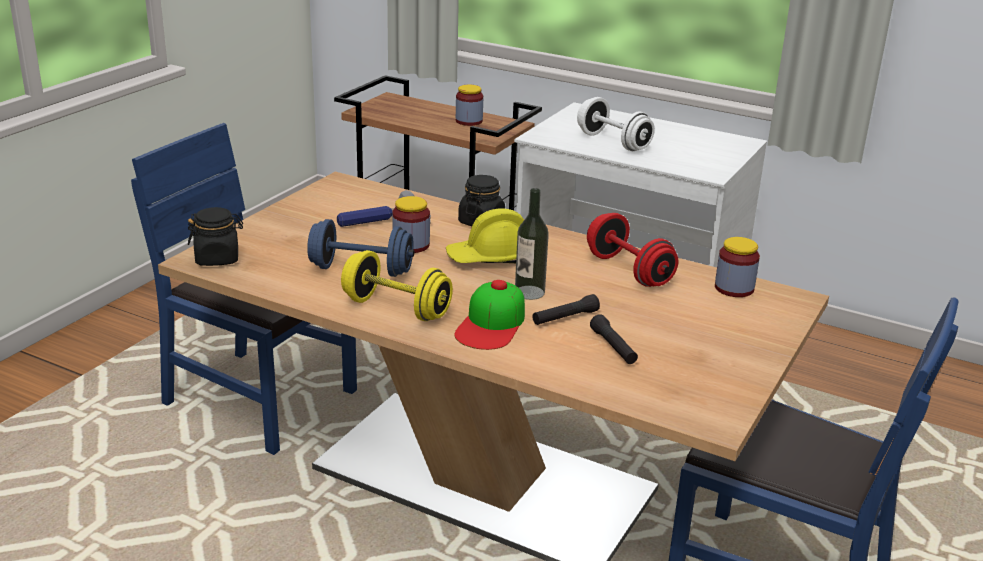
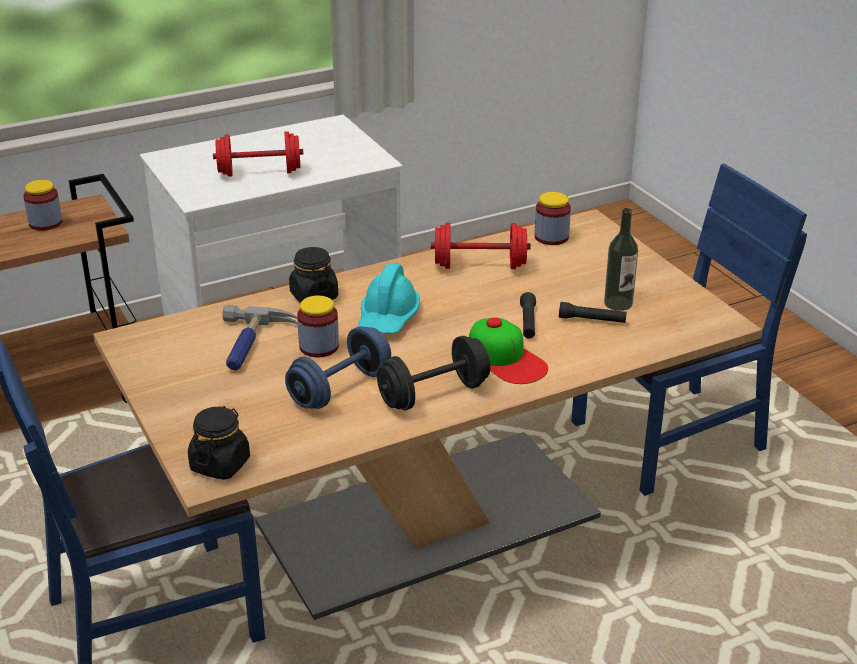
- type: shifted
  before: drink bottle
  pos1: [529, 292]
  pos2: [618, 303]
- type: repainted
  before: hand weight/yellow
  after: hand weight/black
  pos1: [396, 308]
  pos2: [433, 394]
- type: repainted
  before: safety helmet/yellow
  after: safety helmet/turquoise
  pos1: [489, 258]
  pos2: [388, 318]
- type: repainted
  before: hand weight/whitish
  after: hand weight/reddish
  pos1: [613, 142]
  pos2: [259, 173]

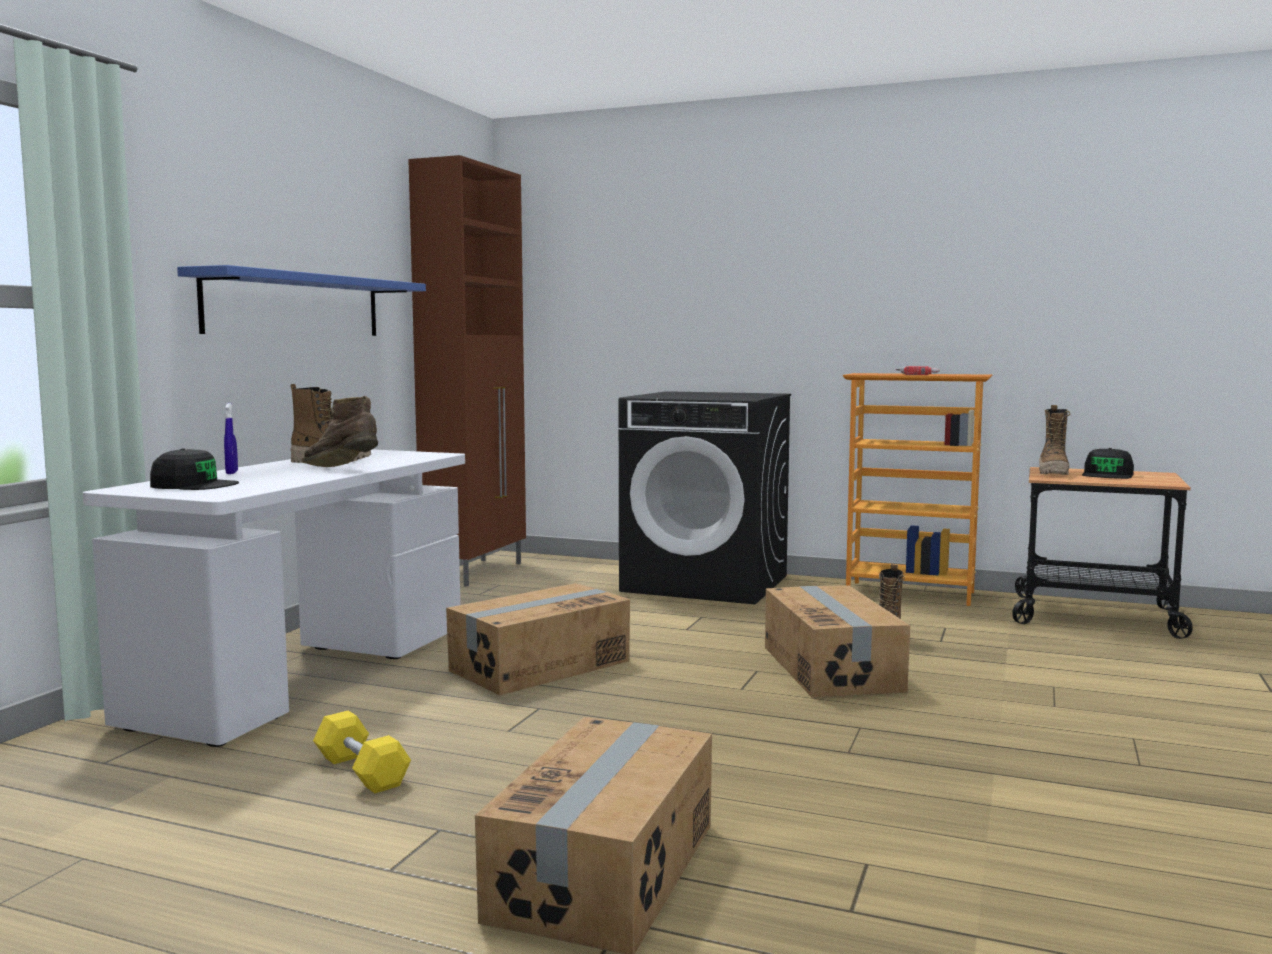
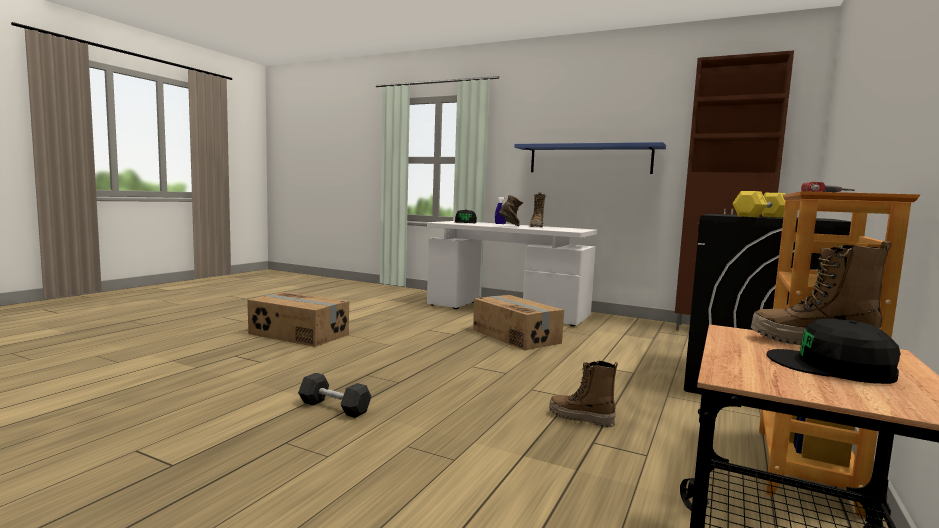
- type: gone
  before: packing box
  pos1: [832, 668]
- type: new
  after: hand weight/grey
  pos2: [334, 407]
- type: shifted
  before: hand weight/yellow
  pos1: [361, 771]
  pos2: [760, 216]

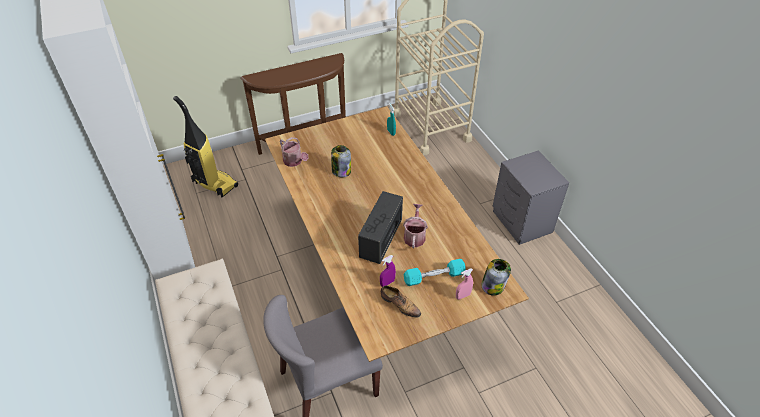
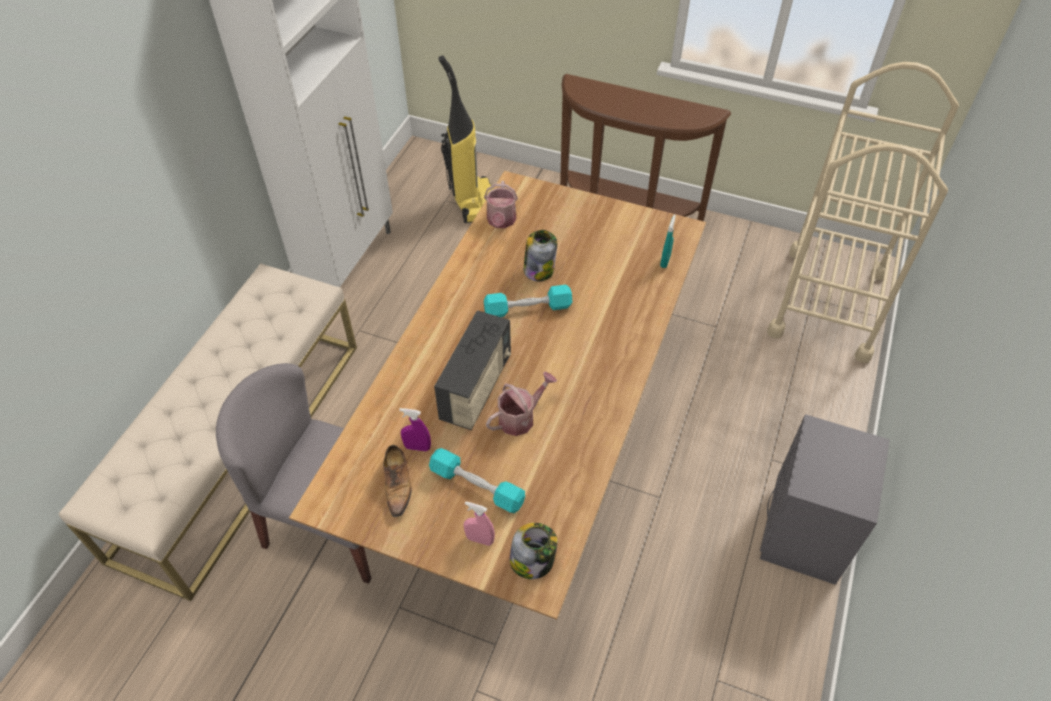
- type: new
  after: hand weight/turquoise
  pos2: [527, 309]
- type: rotated
  before: radio set
  pos1: [380, 239]
  pos2: [477, 388]
  turn: 135

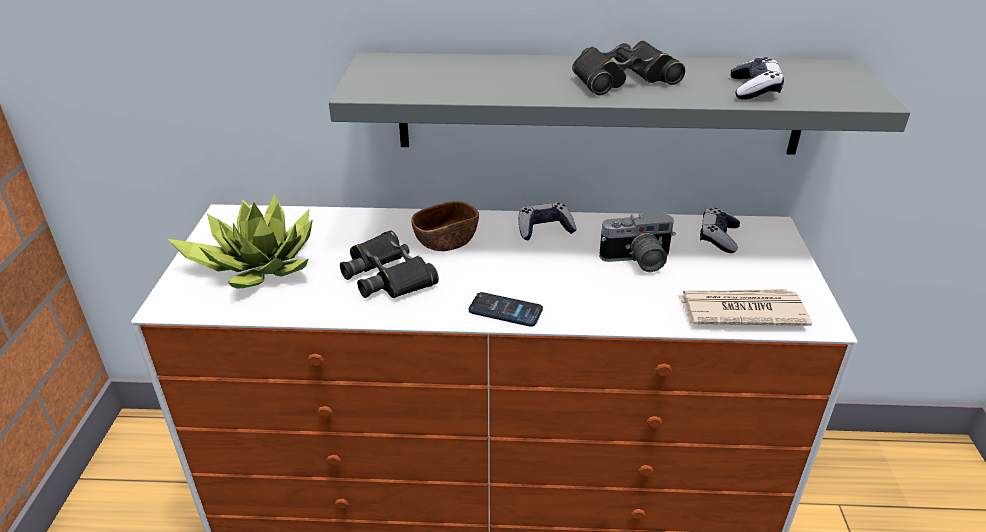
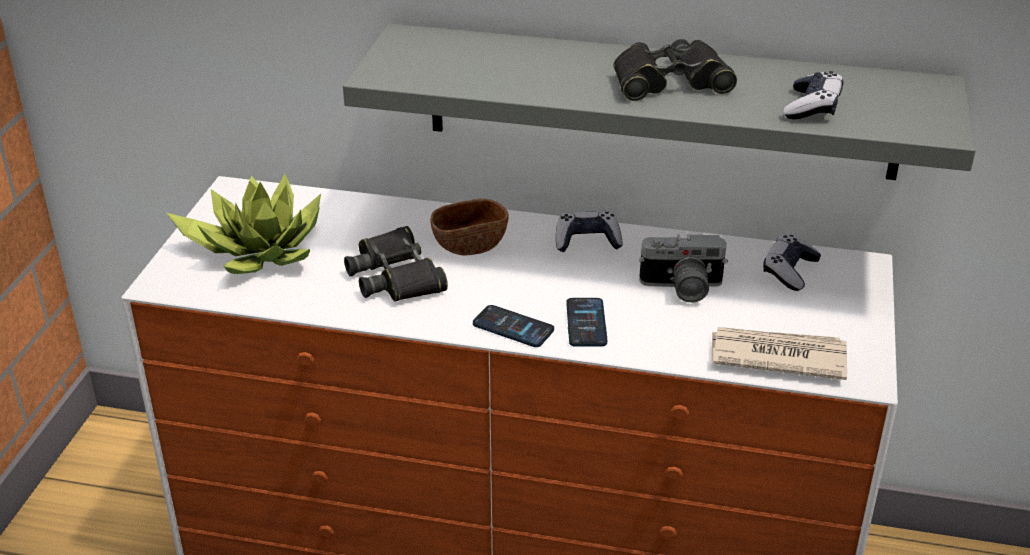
- type: new
  after: handset
  pos2: [586, 323]

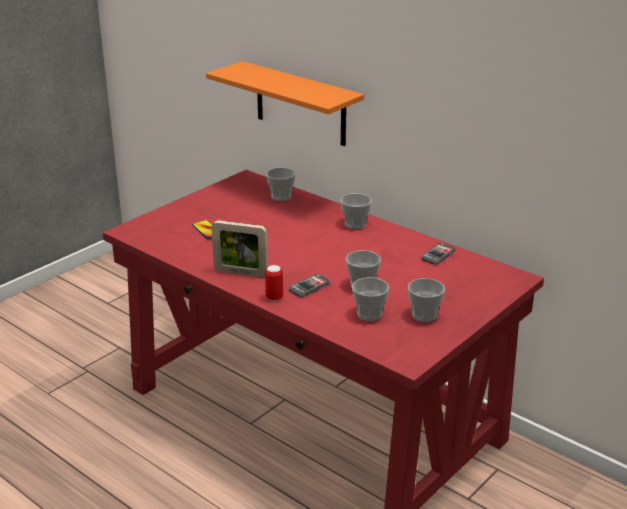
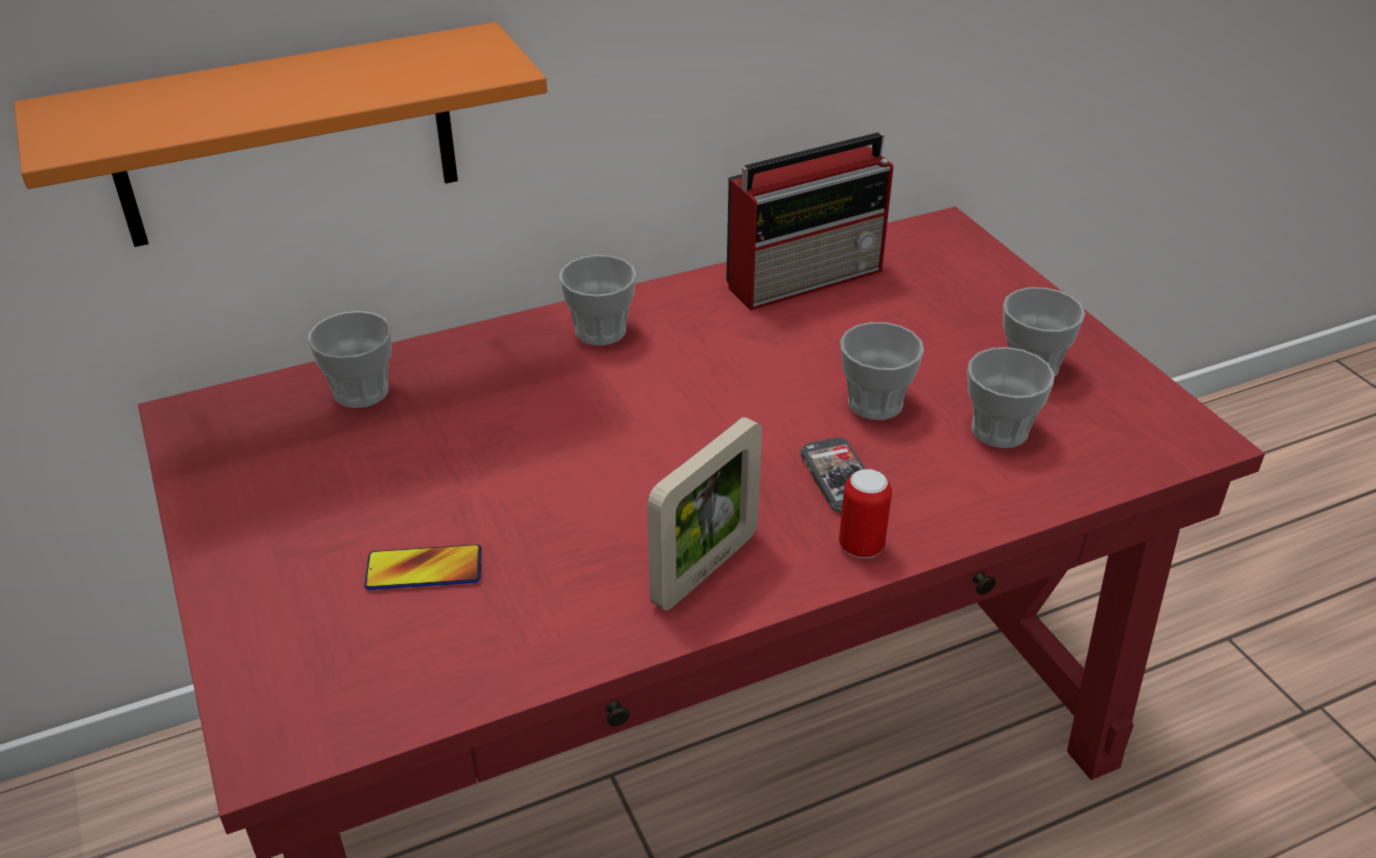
- type: swapped
  before: handset
  after: radio set
  pos1: [438, 255]
  pos2: [807, 277]

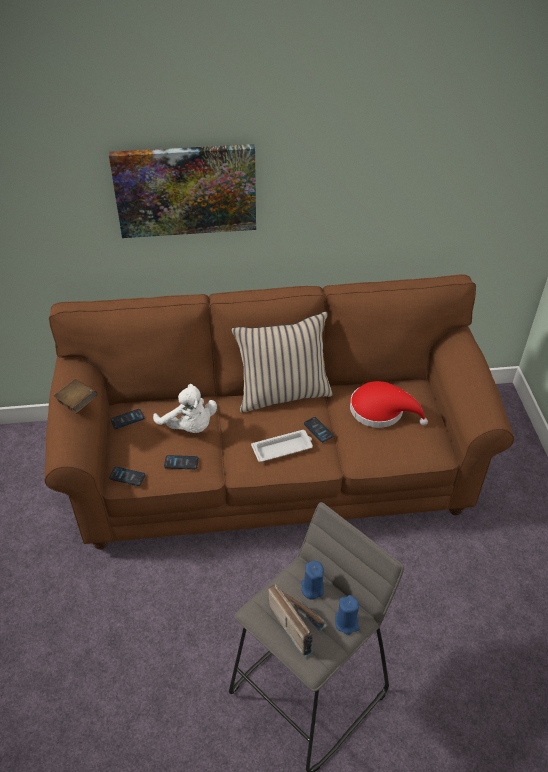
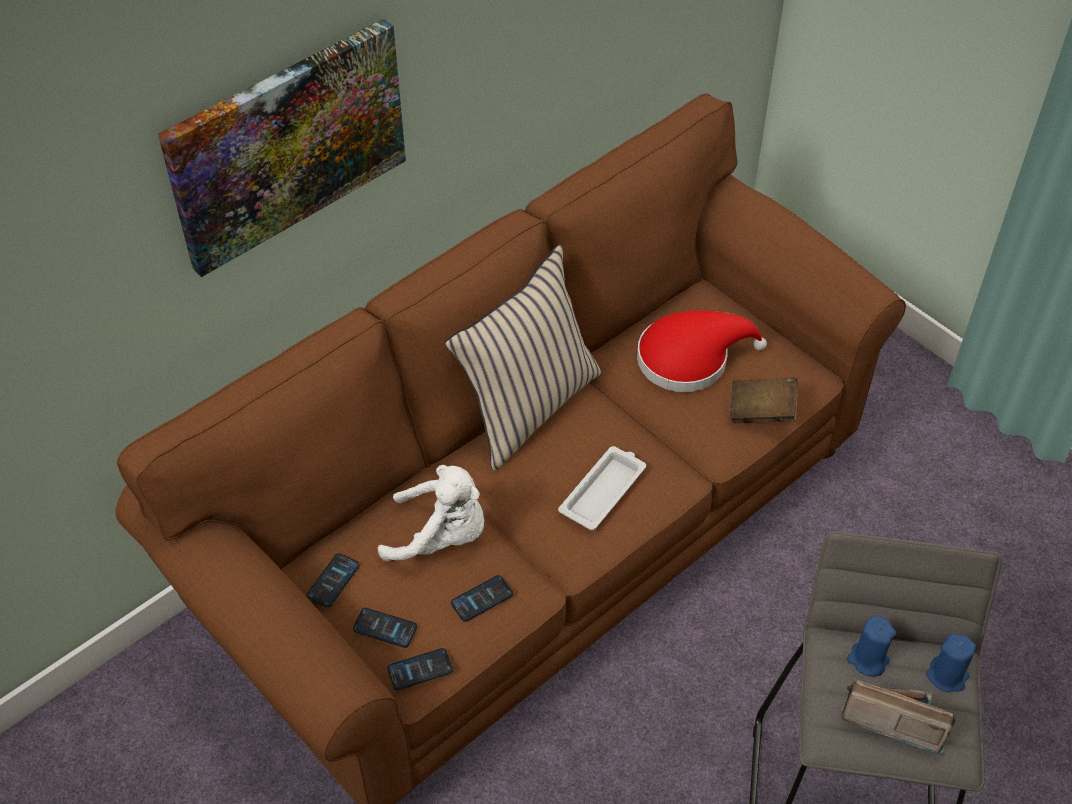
- type: shifted
  before: volume/brownish
  pos1: [77, 403]
  pos2: [761, 411]
- type: shifted
  before: handset
  pos1: [318, 430]
  pos2: [385, 628]

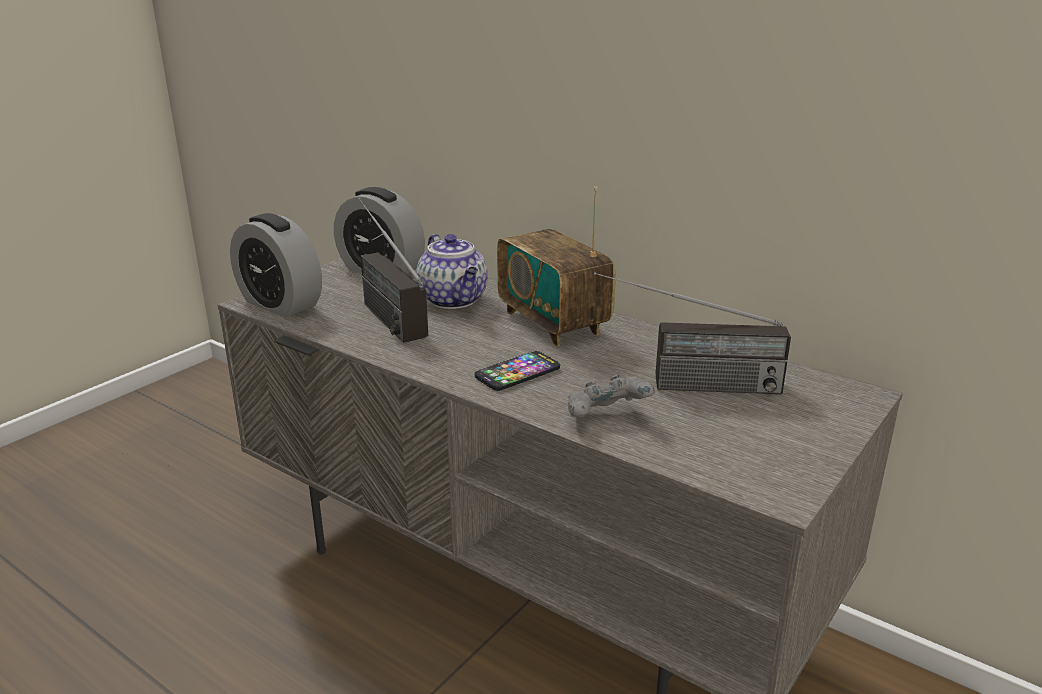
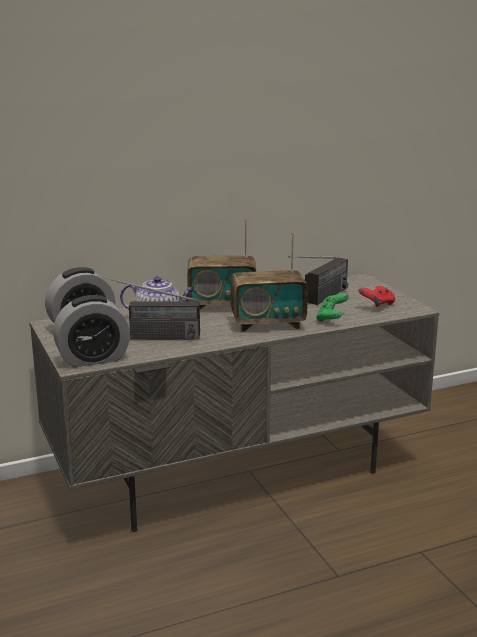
- type: new
  after: game controller/reddish
  pos2: [377, 305]
- type: swapped
  before: handset
  after: radio set
  pos1: [517, 372]
  pos2: [268, 324]
- type: repainted
  before: game controller/grey
  after: game controller/greenish
  pos1: [607, 418]
  pos2: [332, 318]

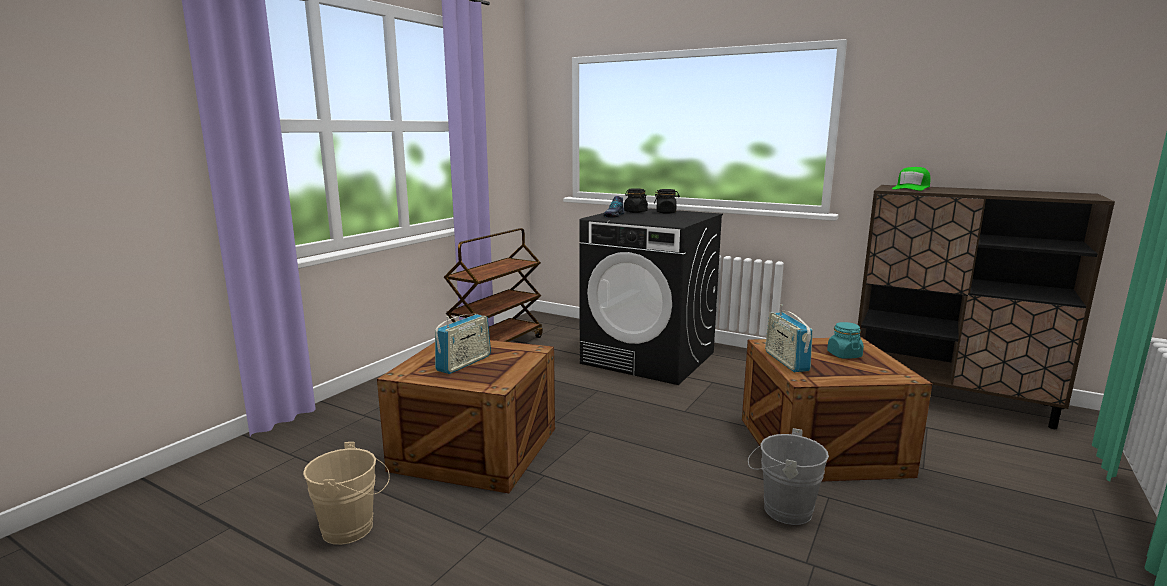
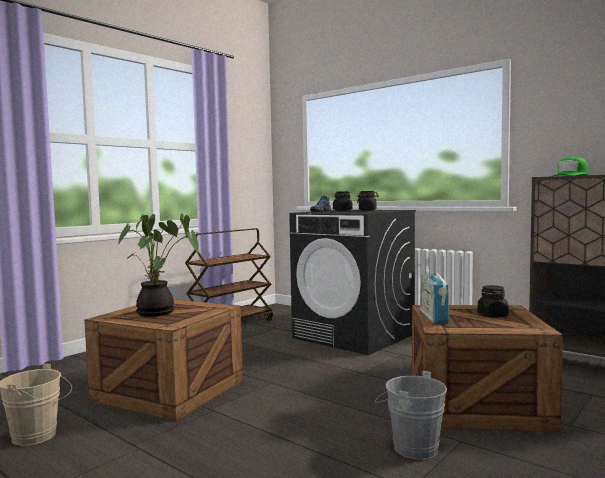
- type: swapped
  before: radio set
  after: plant in a pot
  pos1: [464, 363]
  pos2: [159, 313]
- type: repainted
  before: storage jar/turquoise
  after: storage jar/black
  pos1: [844, 355]
  pos2: [492, 315]

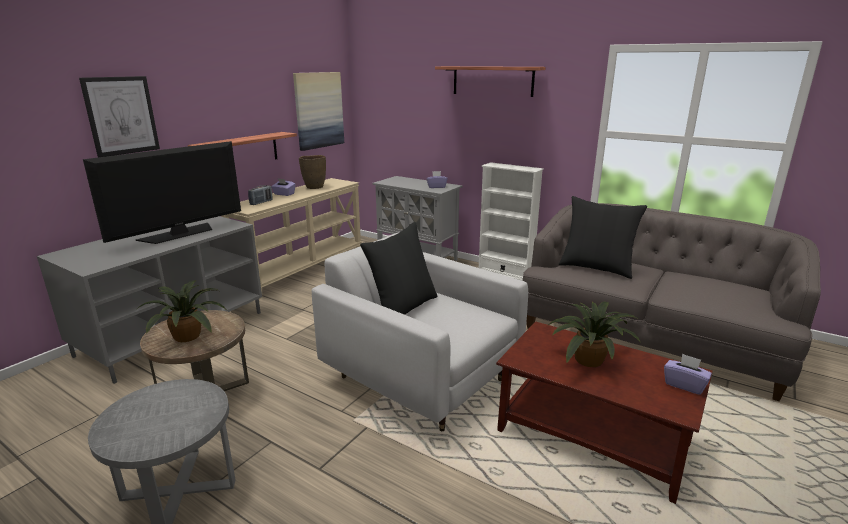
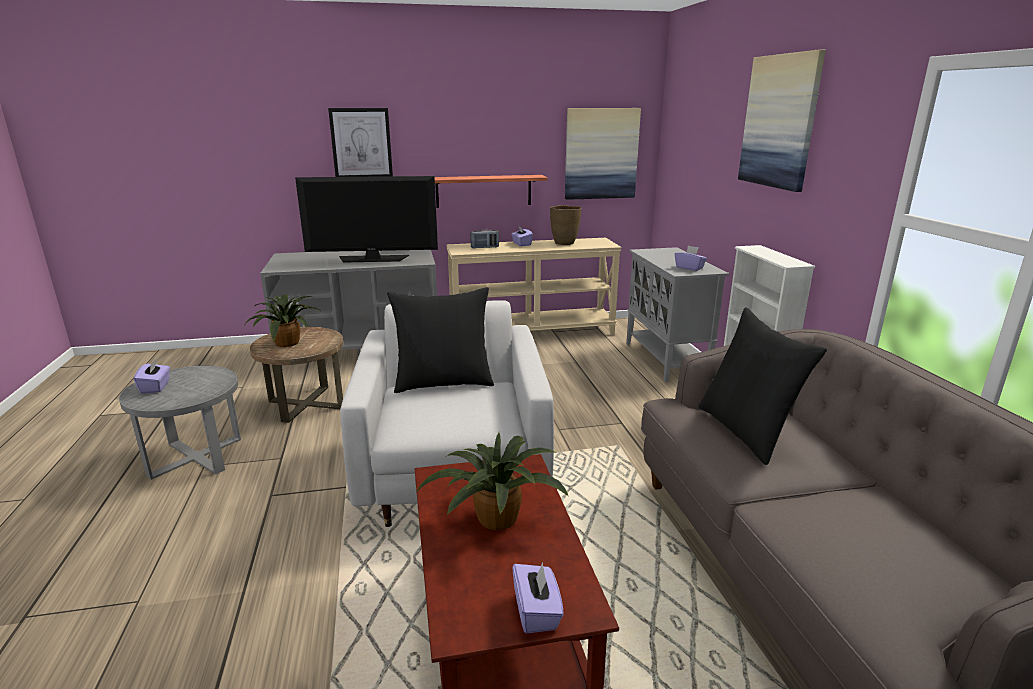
- type: new
  after: box of tissues/purple-coloured
  pos2: [156, 387]
- type: swapped
  before: wall shelf
  after: picture
  pos1: [492, 81]
  pos2: [780, 121]

